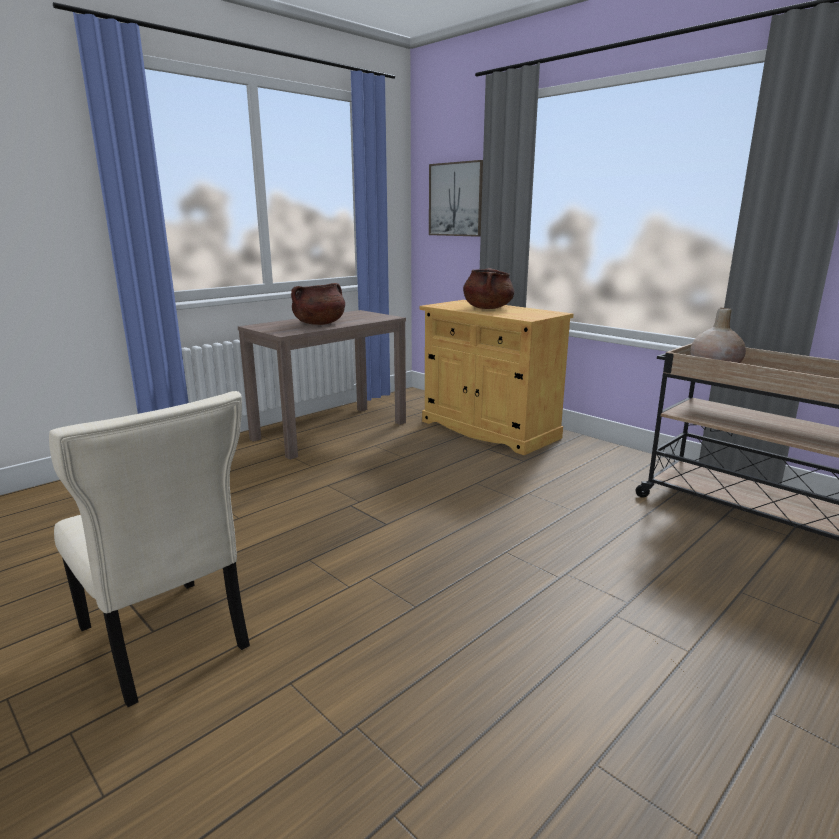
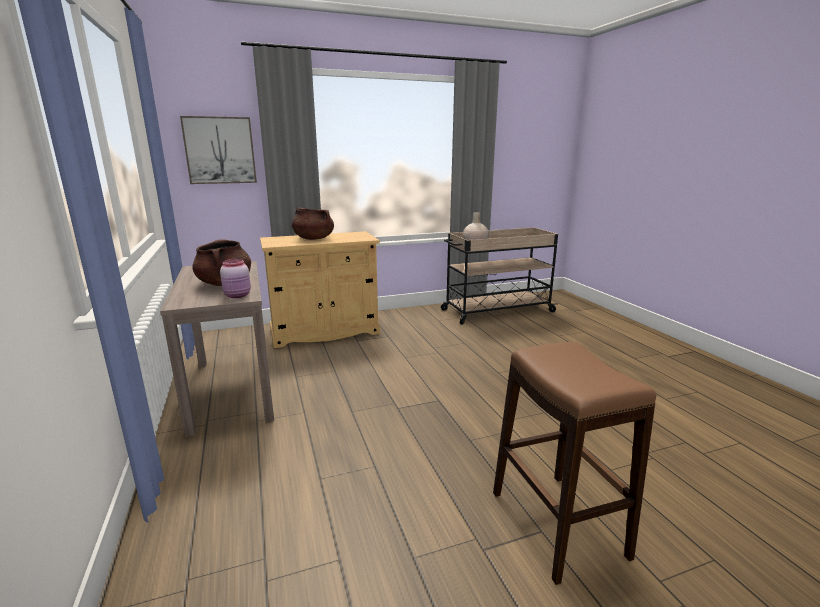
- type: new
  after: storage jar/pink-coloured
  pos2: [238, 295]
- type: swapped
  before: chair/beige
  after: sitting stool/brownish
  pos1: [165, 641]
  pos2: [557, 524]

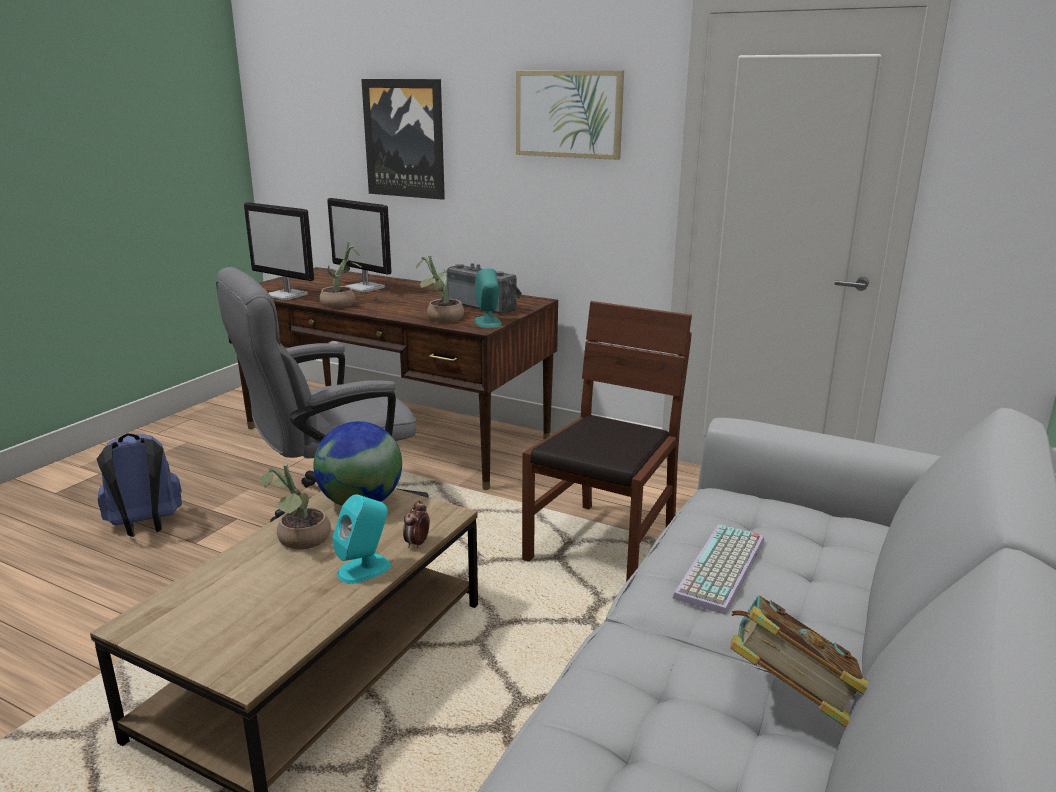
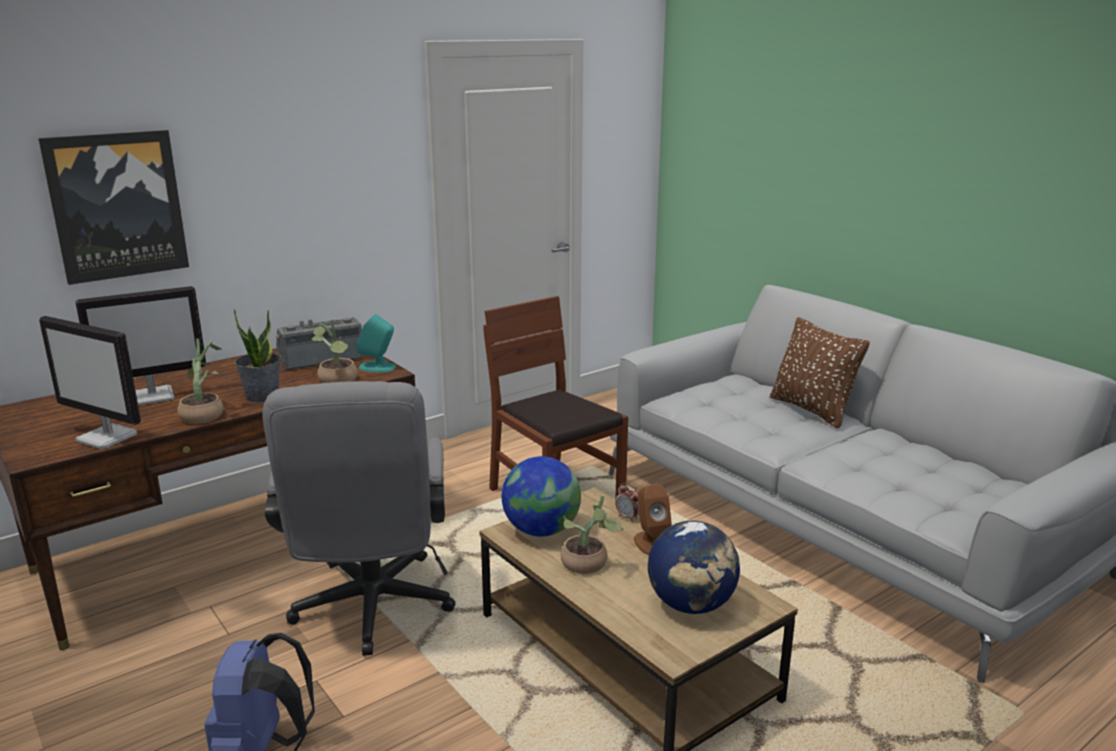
- type: gone
  before: picture
  pos1: [569, 114]
- type: gone
  before: keyboard
  pos1: [723, 570]
- type: gone
  before: volume
  pos1: [789, 697]
- type: new
  after: plant in a pot
  pos2: [262, 396]
- type: new
  after: globe
  pos2: [691, 605]
- type: new
  after: pillow/brownish
  pos2: [812, 410]
- type: repainted
  before: audio speaker/turquoise
  after: audio speaker/brownish
  pos1: [364, 569]
  pos2: [651, 543]
- type: rotated
  before: monitor
  pos1: [287, 295]
  pos2: [108, 437]
  turn: 60

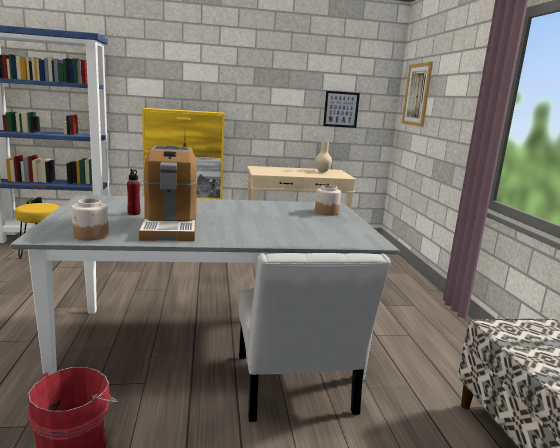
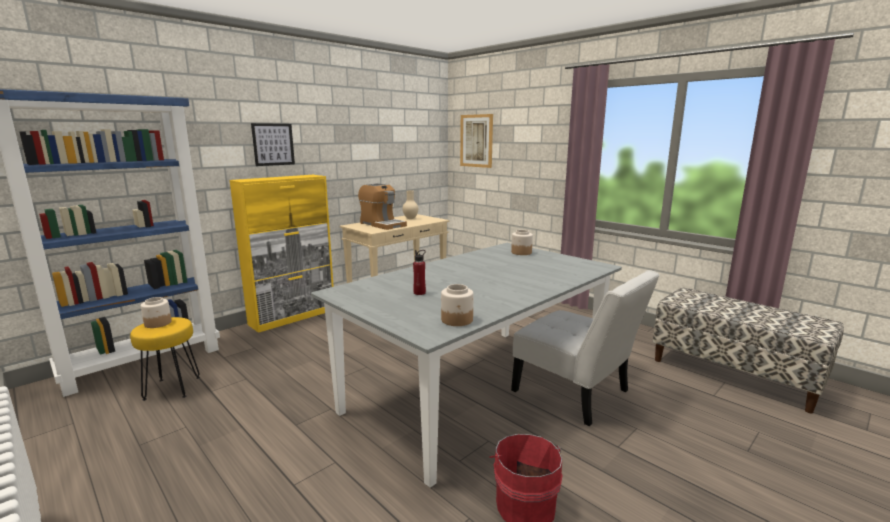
- type: new
  after: storage jar
  pos2: [157, 323]
- type: shifted
  before: coffee maker
  pos1: [170, 227]
  pos2: [382, 224]
- type: shifted
  before: picture
  pos1: [341, 109]
  pos2: [273, 144]

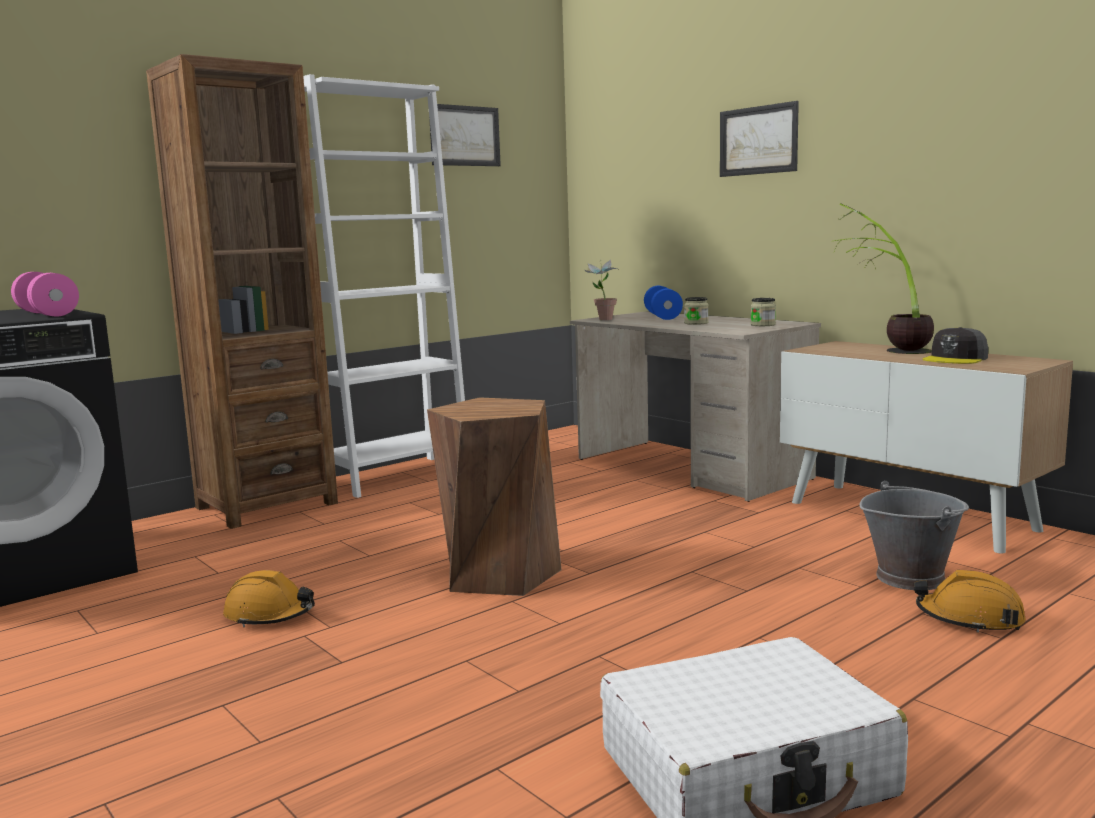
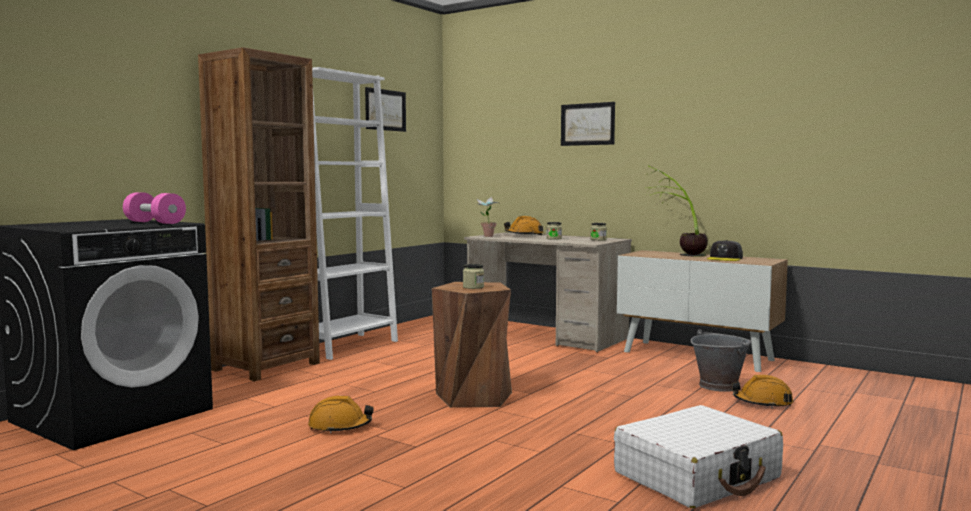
- type: new
  after: storage jar
  pos2: [473, 287]
- type: swapped
  before: hand weight/blue
  after: safety helmet/orange-coloured
  pos1: [662, 317]
  pos2: [524, 235]

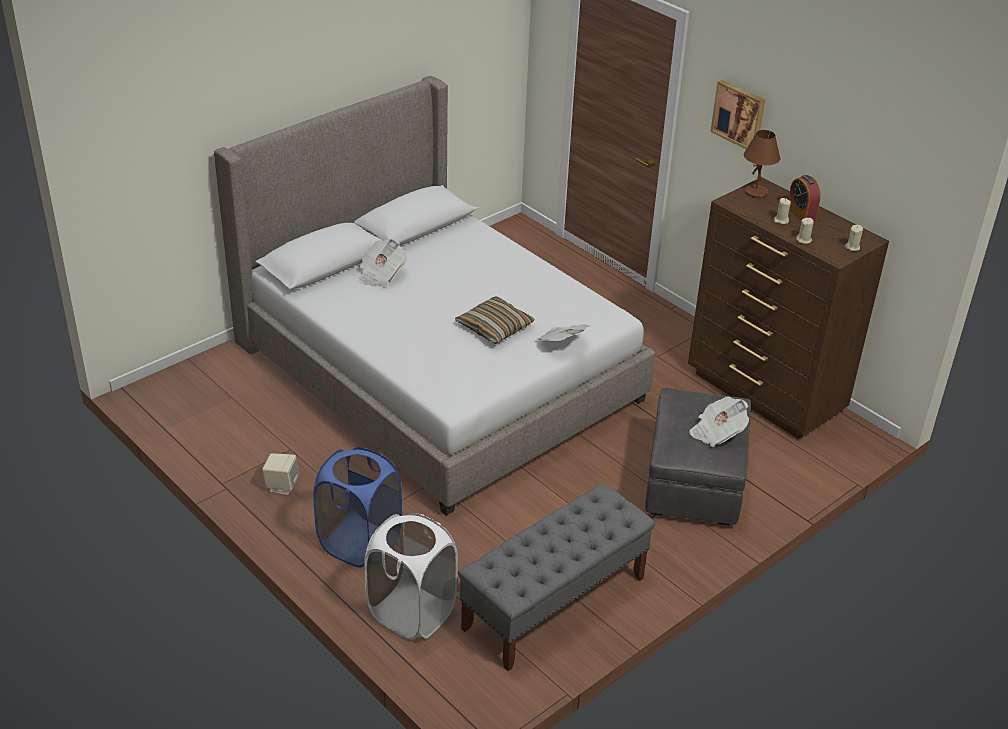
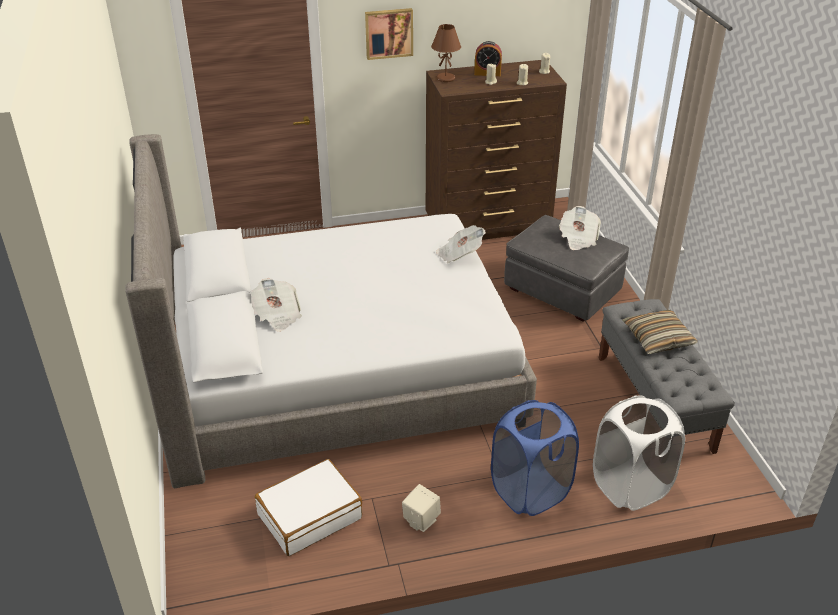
- type: new
  after: piece of luggage/whitish
  pos2: [309, 516]
- type: shifted
  before: pillow
  pos1: [494, 328]
  pos2: [658, 338]

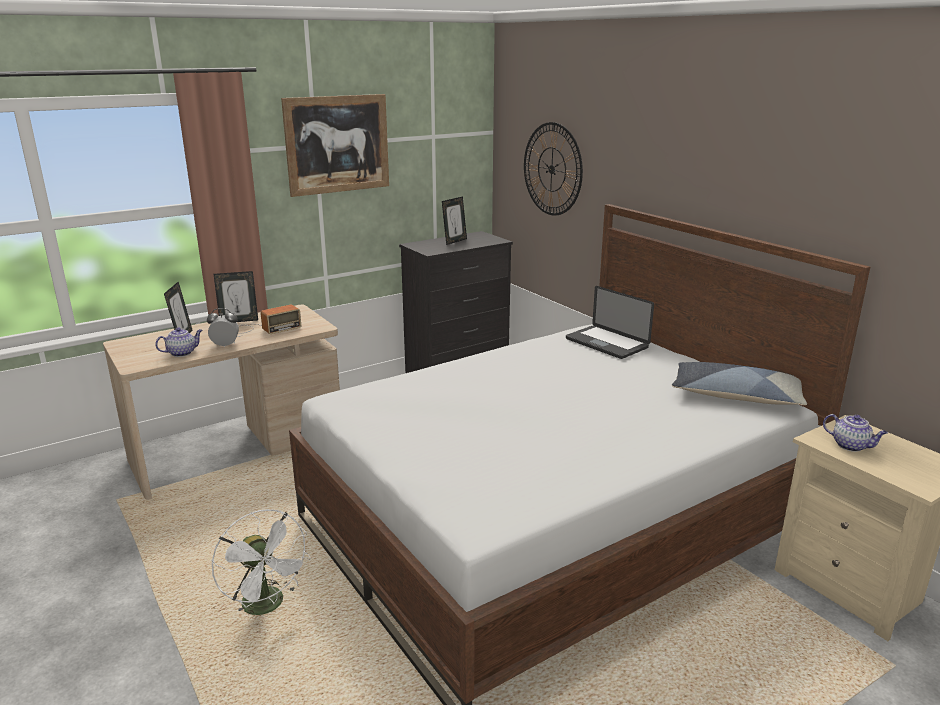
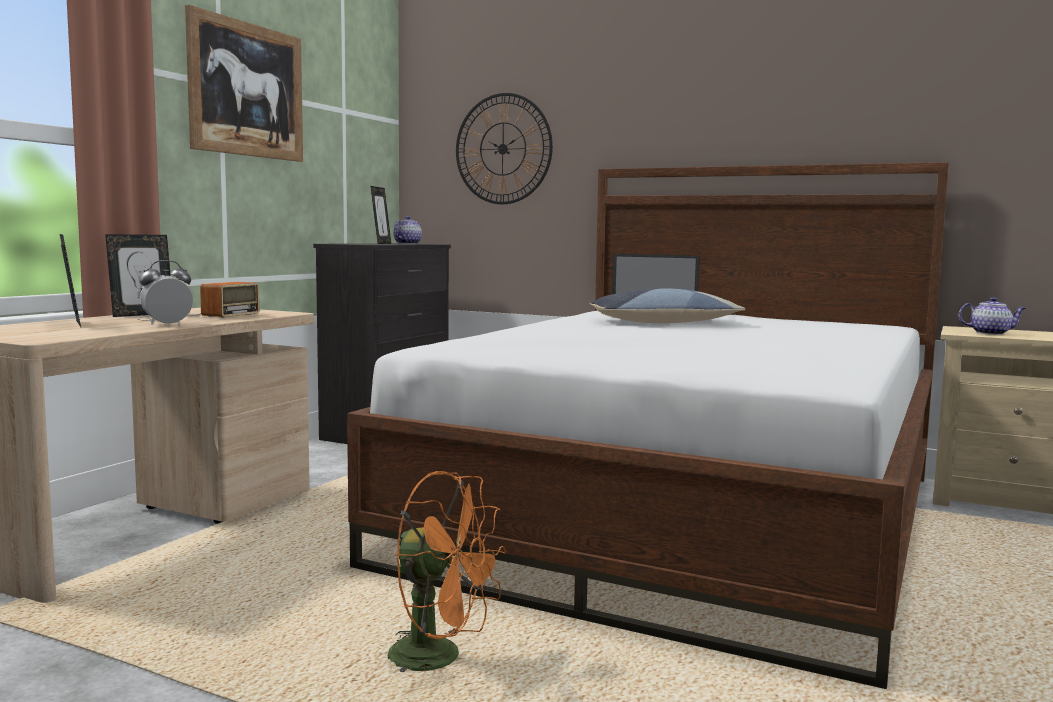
- type: shifted
  before: teapot
  pos1: [182, 353]
  pos2: [407, 244]
- type: shifted
  before: pillow
  pos1: [736, 395]
  pos2: [664, 322]
- type: repainted
  before: fan/whitish
  after: fan/orange-coloured
  pos1: [268, 606]
  pos2: [440, 658]

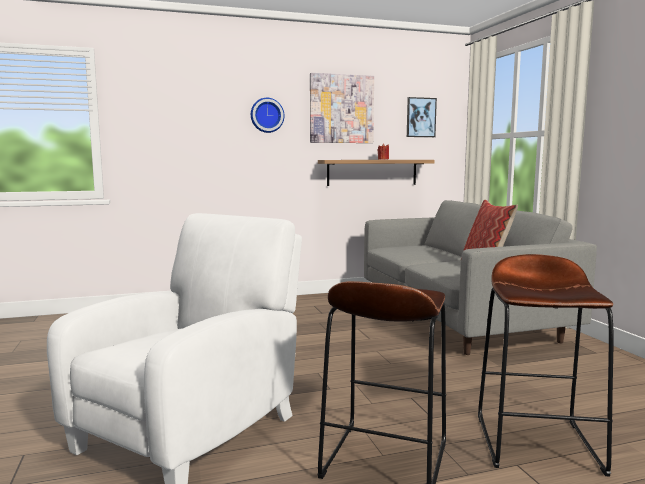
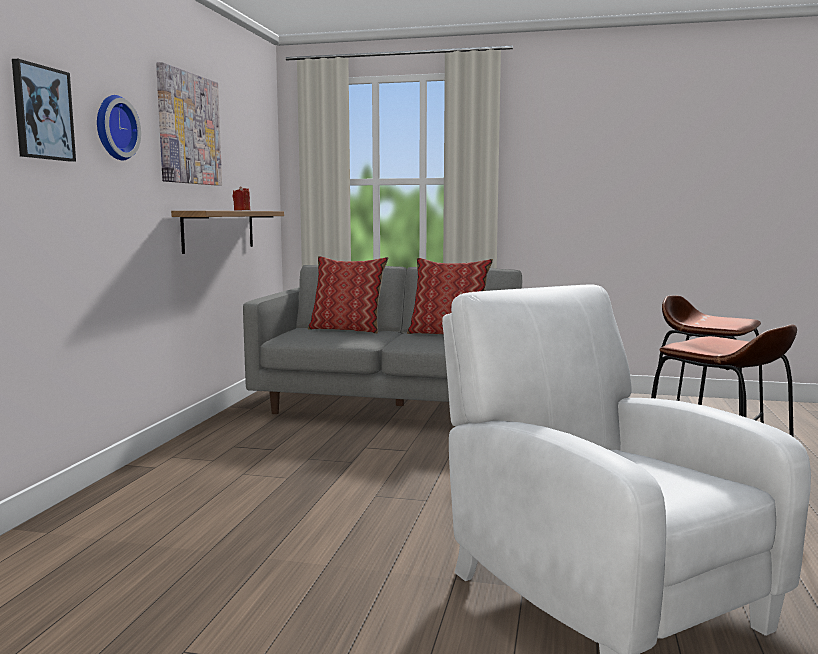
- type: new
  after: pillow
  pos2: [347, 329]
- type: shifted
  before: picture
  pos1: [420, 117]
  pos2: [42, 113]

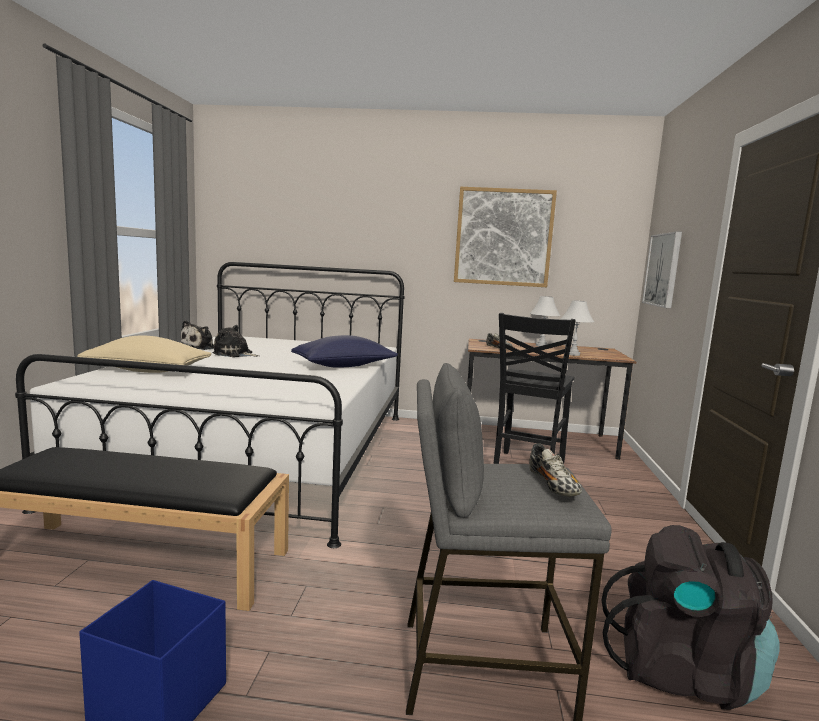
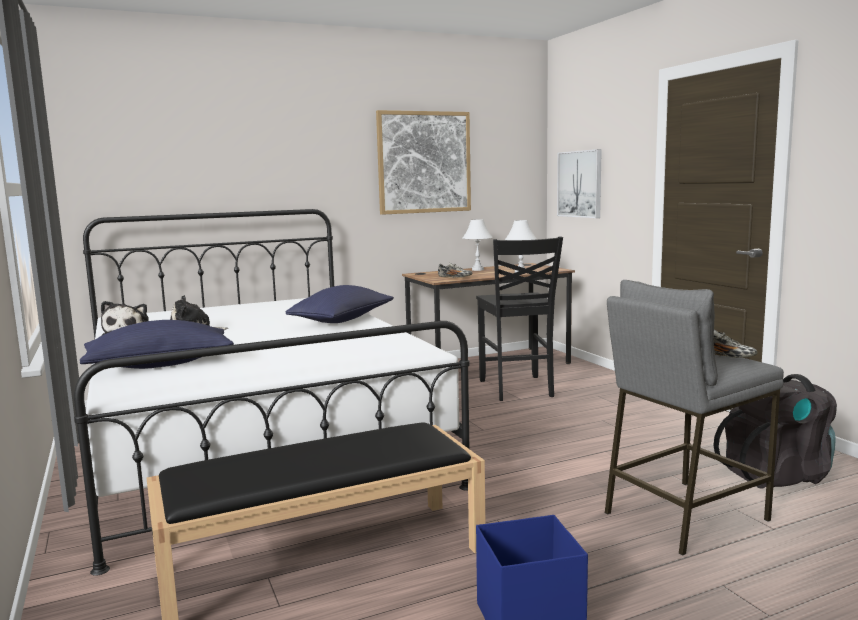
- type: repainted
  before: pillow/beige
  after: pillow/blue
  pos1: [147, 371]
  pos2: [160, 365]

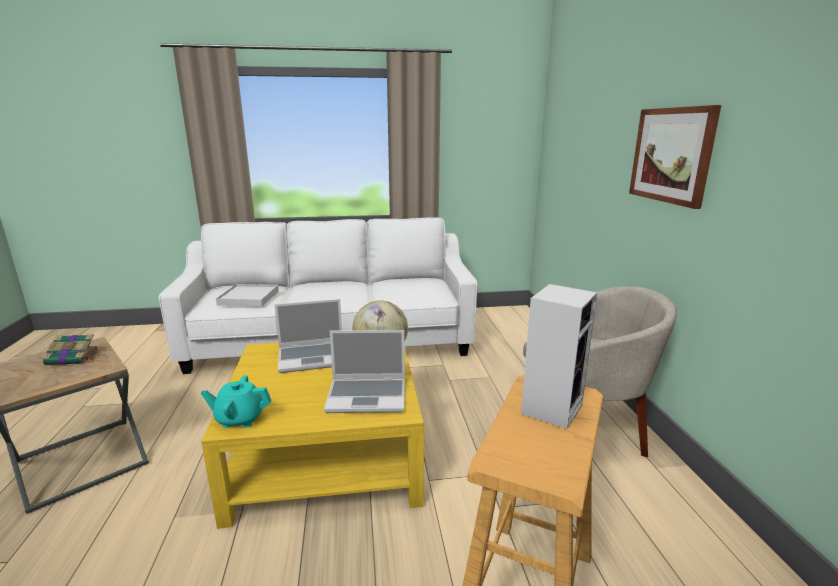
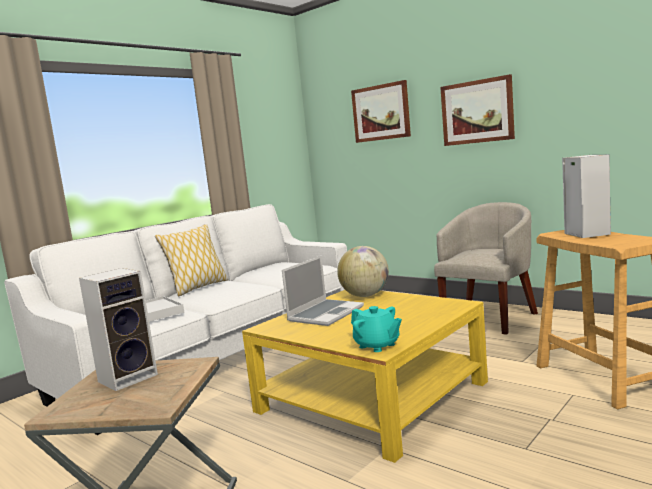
- type: gone
  before: laptop
  pos1: [368, 396]
- type: new
  after: pillow
  pos2: [197, 288]
- type: new
  after: picture
  pos2: [381, 112]
- type: swapped
  before: volume
  after: audio speaker
  pos1: [73, 358]
  pos2: [129, 377]
- type: rotated
  before: teapot/turquoise
  pos1: [240, 419]
  pos2: [377, 345]
  turn: -90

